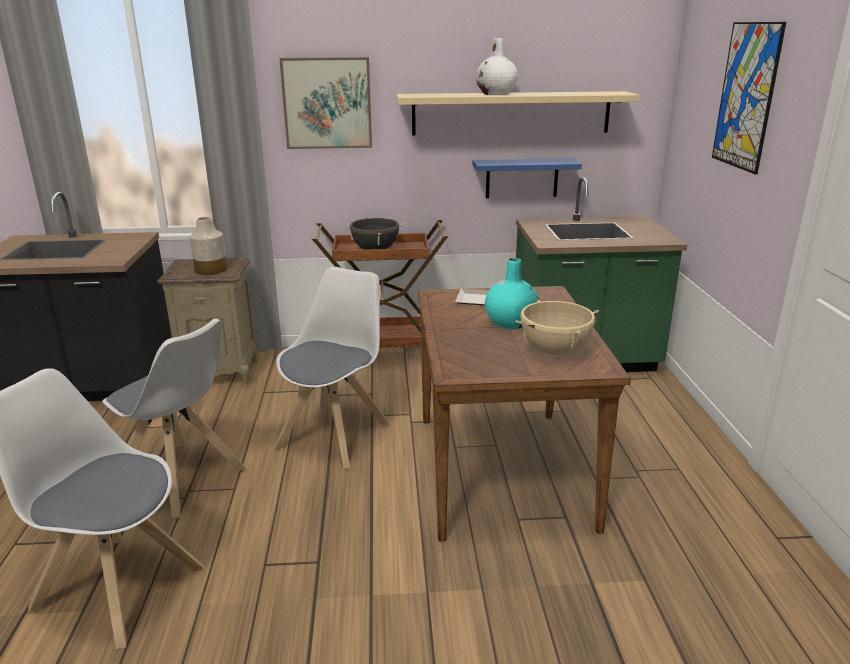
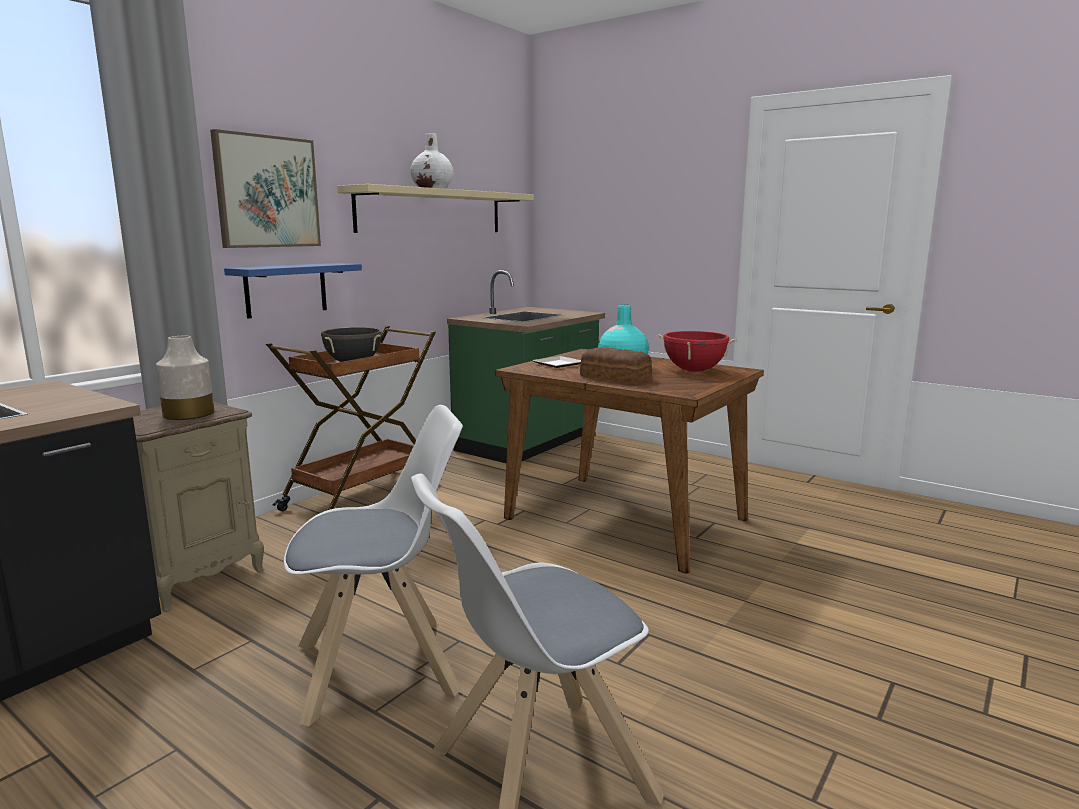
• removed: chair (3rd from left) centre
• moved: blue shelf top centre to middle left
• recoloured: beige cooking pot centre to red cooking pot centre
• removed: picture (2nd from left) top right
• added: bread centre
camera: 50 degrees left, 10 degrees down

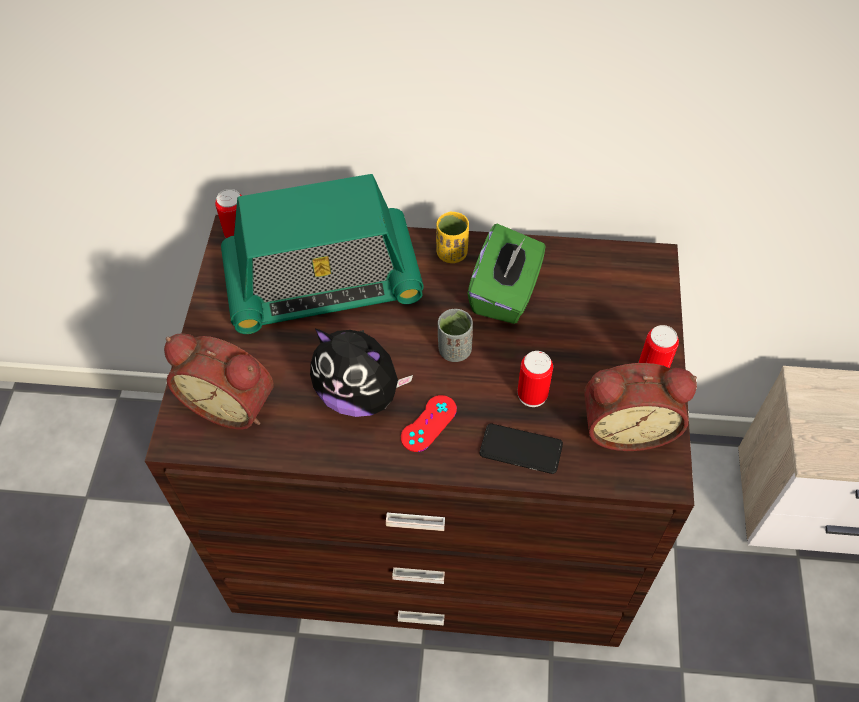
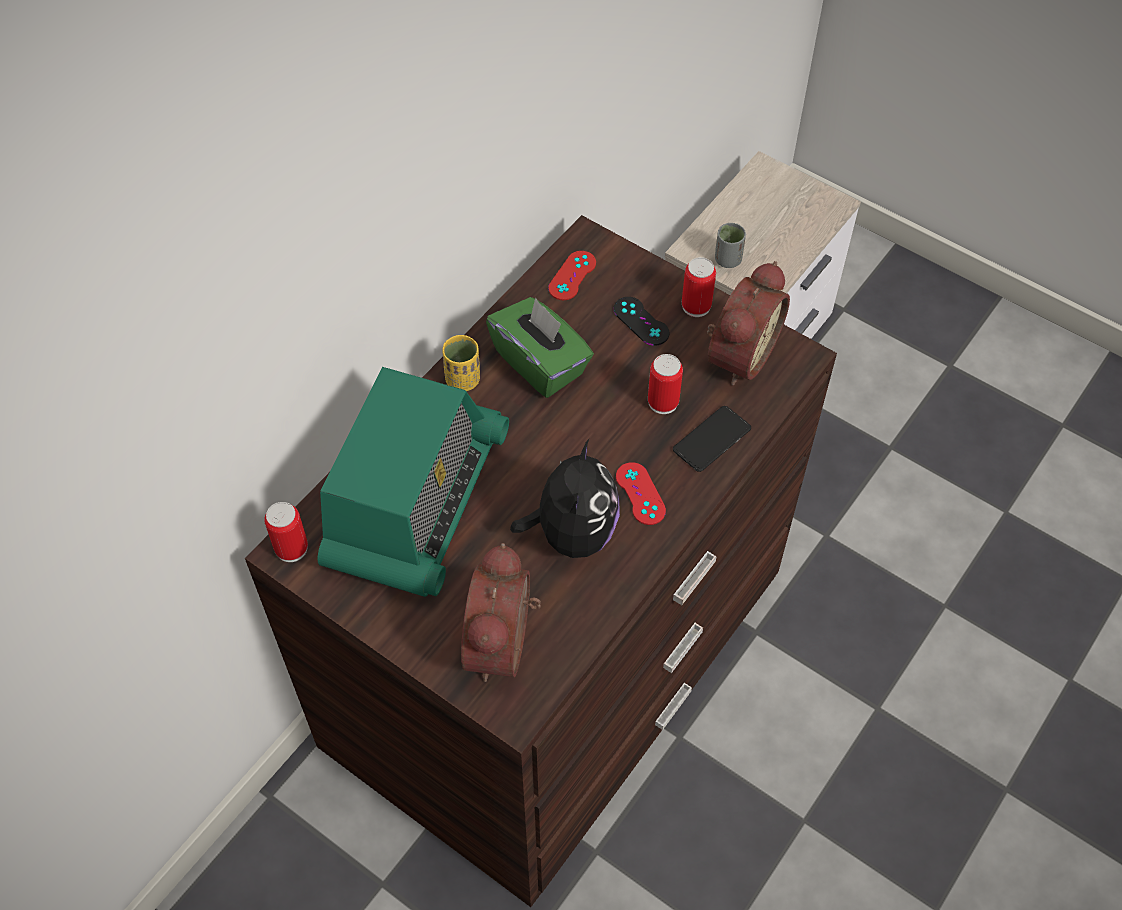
• turned: alarm clock (1st from left) middle left = bottom centre 135 degrees clockwise
• turned: plush toy centre = centre 45 degrees counterclockwise
• moved: grey cup centre to top centre
• added: red game controller (1st from left) top centre
• added: black game controller centre
camera: 60 degrees left, 0 degrees up

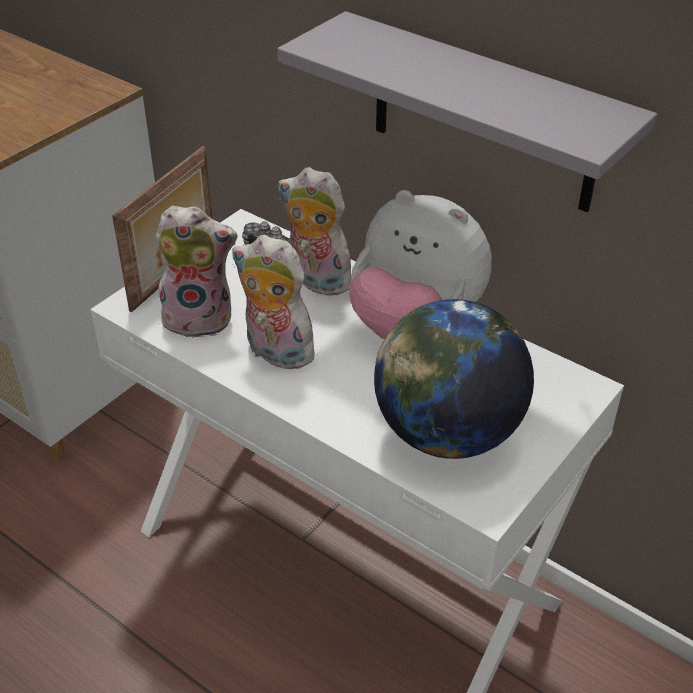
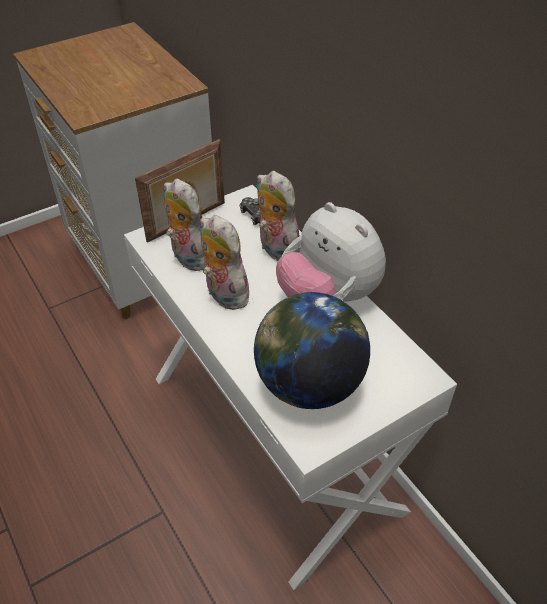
• turned: plush toy (1st from left) middle left = centre 150 degrees counterclockwise
• removed: grey shelf top right
camera: 20 degrees right, 5 degrees up

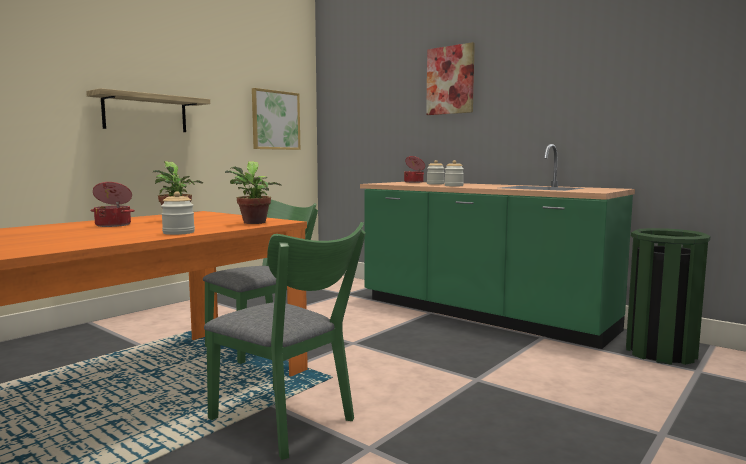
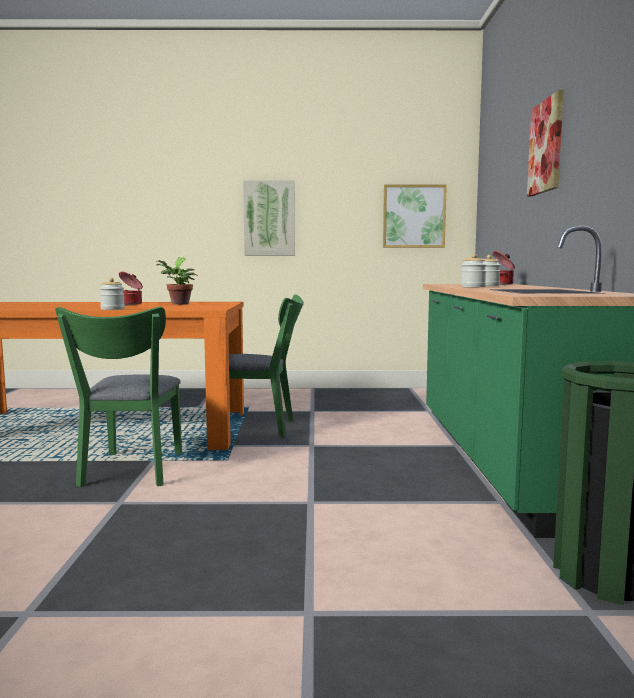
• replaced: shelf top left to picture (1st from left) top centre
• removed: potted plant (2nd from left) centre
camera: 50 degrees right, 0 degrees up

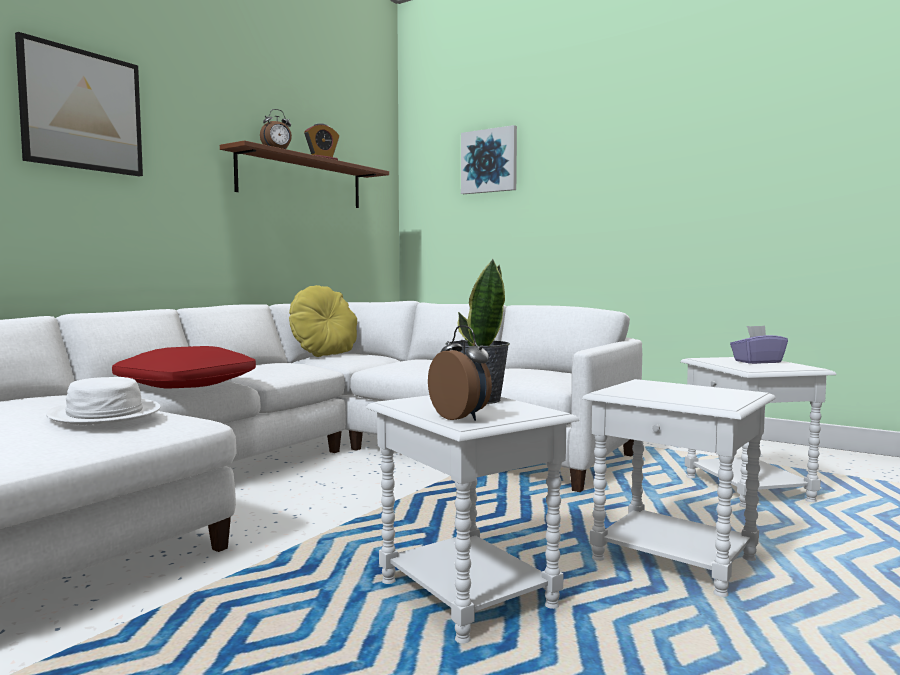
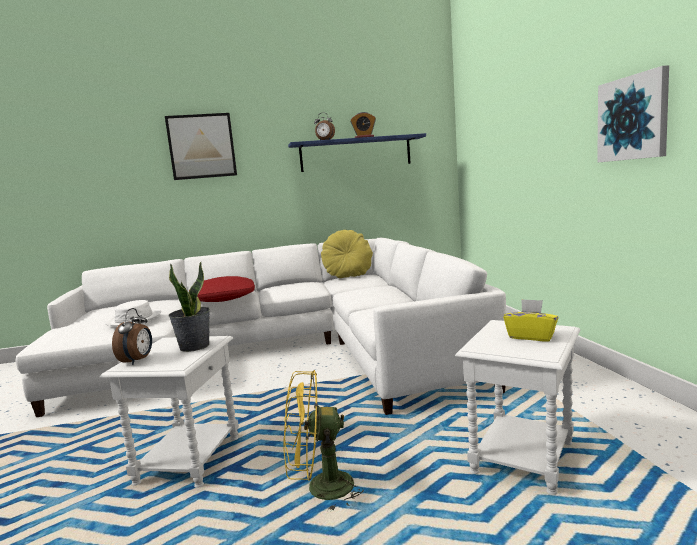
• recoloured: brown shelf top centre to blue shelf top centre
• moved: picture (2nd from left) top centre to top right
• replaced: white side table (2nd from left) bottom right to yellow fan bottom centre
• recoloured: purple tissue box middle right to yellow tissue box middle right
camera: 45 degrees right, 5 degrees up

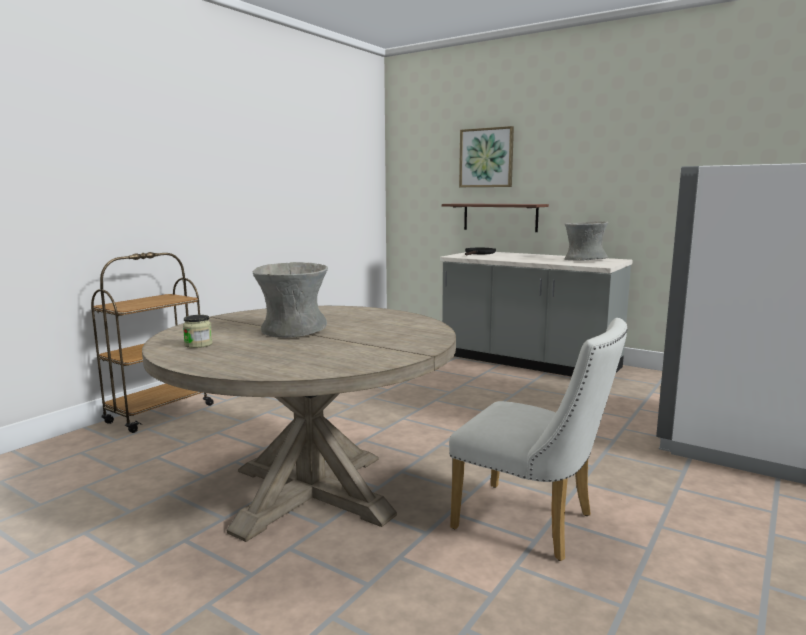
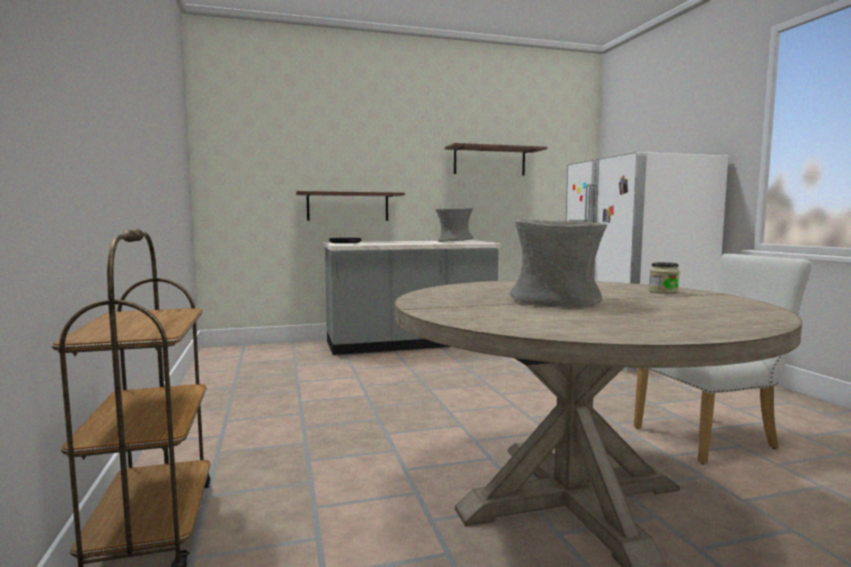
• moved: jar middle left to middle right
• removed: picture top centre
• added: shelf (2nd from left) top centre
camera: 50 degrees left, 5 degrees down

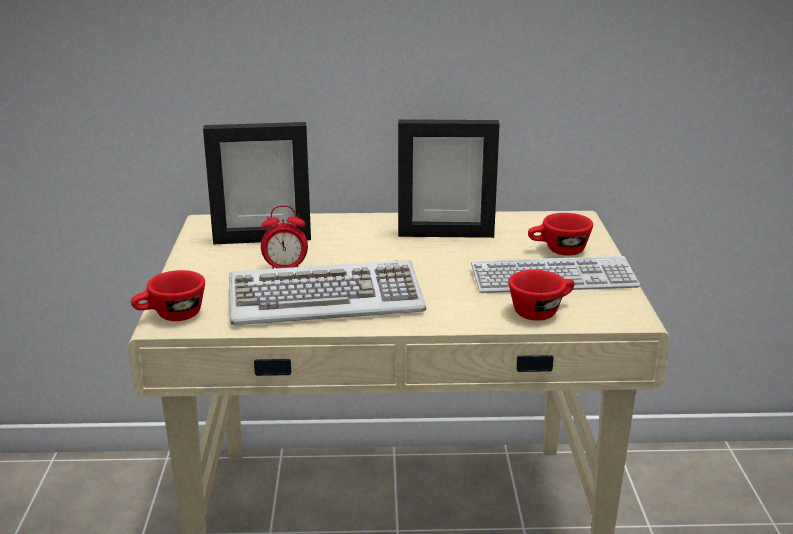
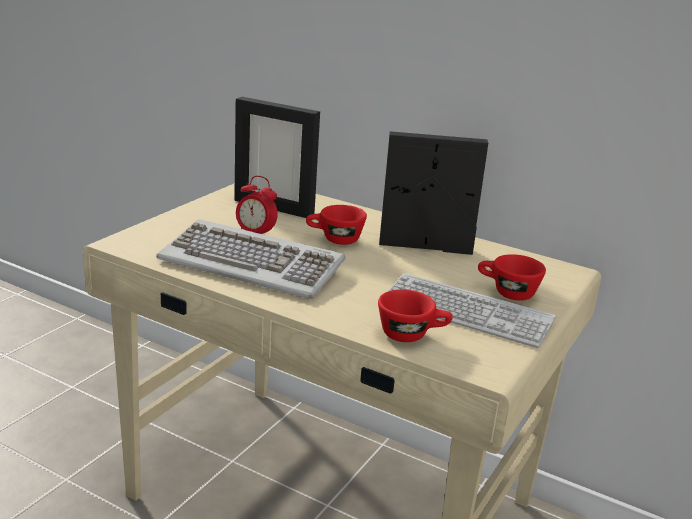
• moved: red cup (1st from left) middle left to centre
• turned: picture frame (2nd from left) centre = centre 150 degrees clockwise
camera: 30 degrees right, 0 degrees up

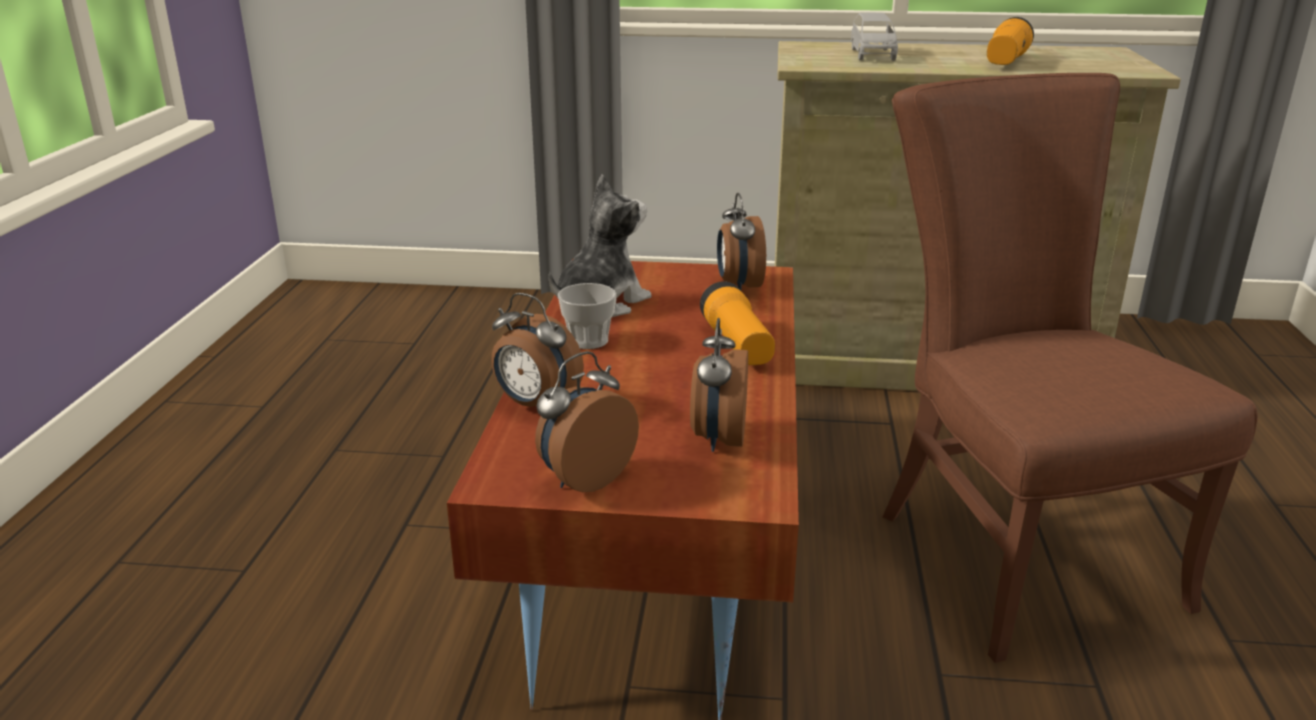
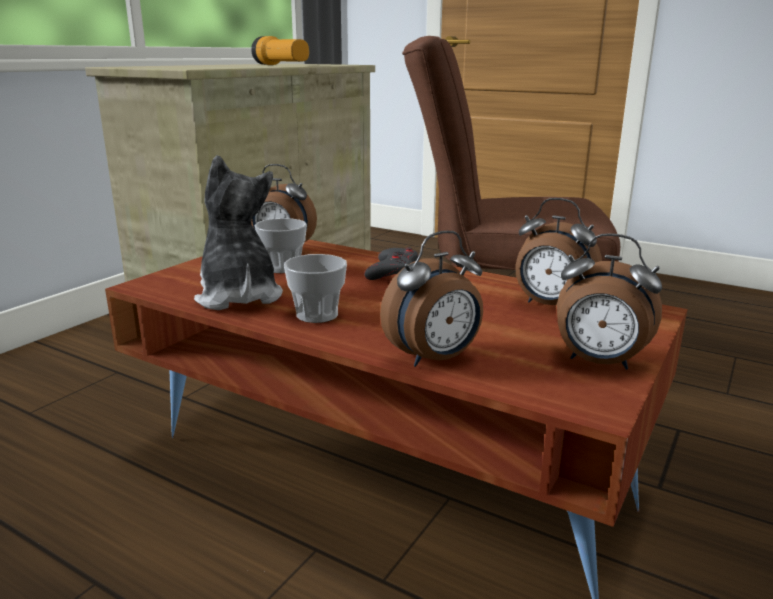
• turned: alarm clock (2nd from left in the first image) centre = middle right 45 degrees counterclockwise
• replaced: flashlight (1st from left) centre to grey game controller centre
• removed: grey toy car top centre
• added: cup (1st from left) centre
camera: 65 degrees left, 5 degrees down

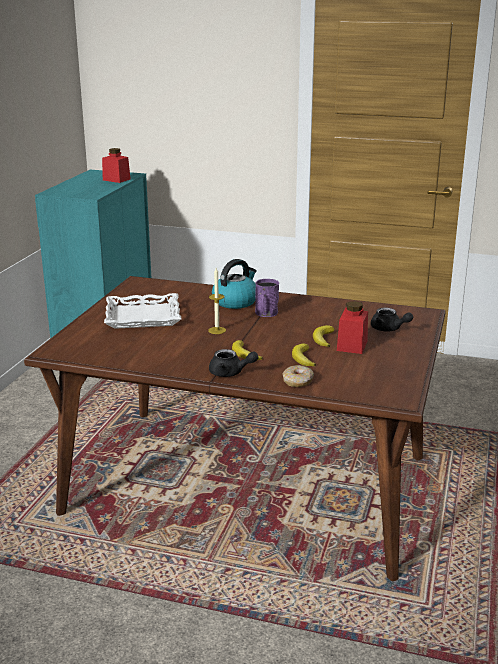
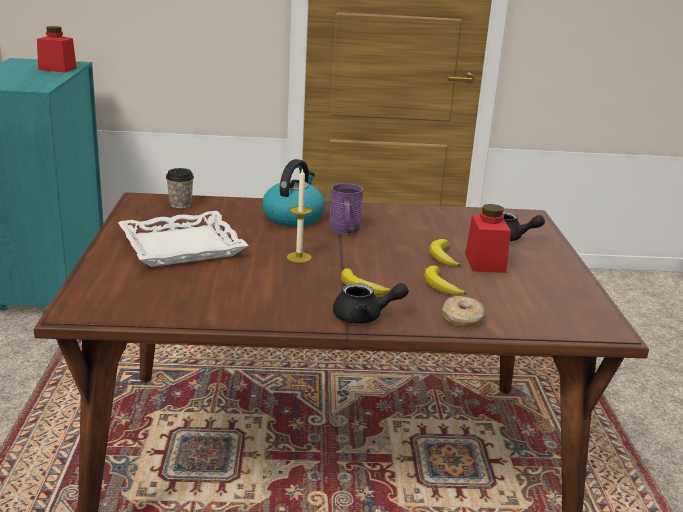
• added: cup middle left
camera: 20 degrees left, 0 degrees up

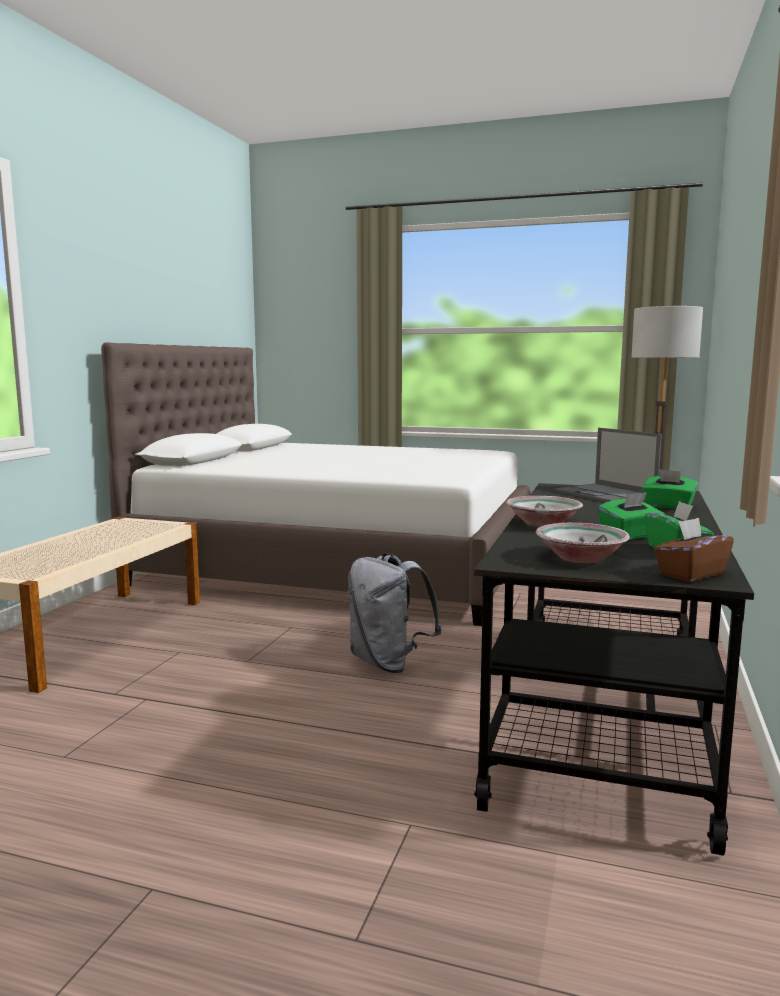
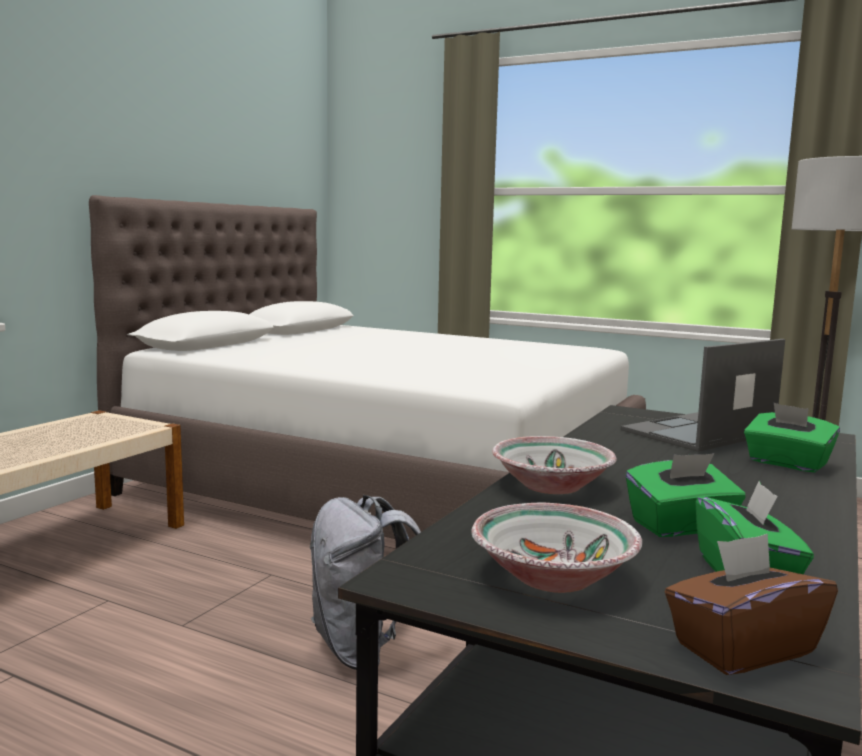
• turned: laptop middle right = middle right 75 degrees clockwise
camera: 10 degrees right, 0 degrees up

